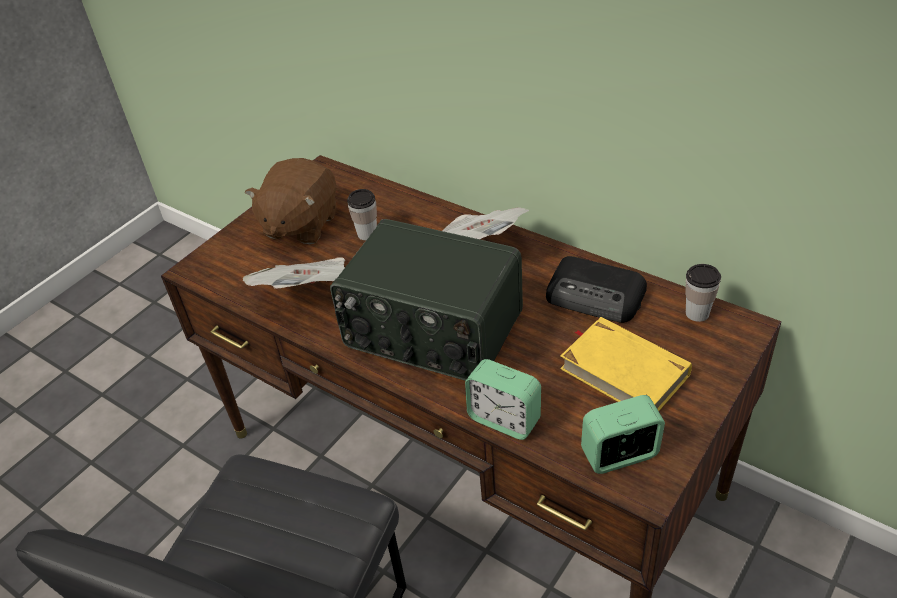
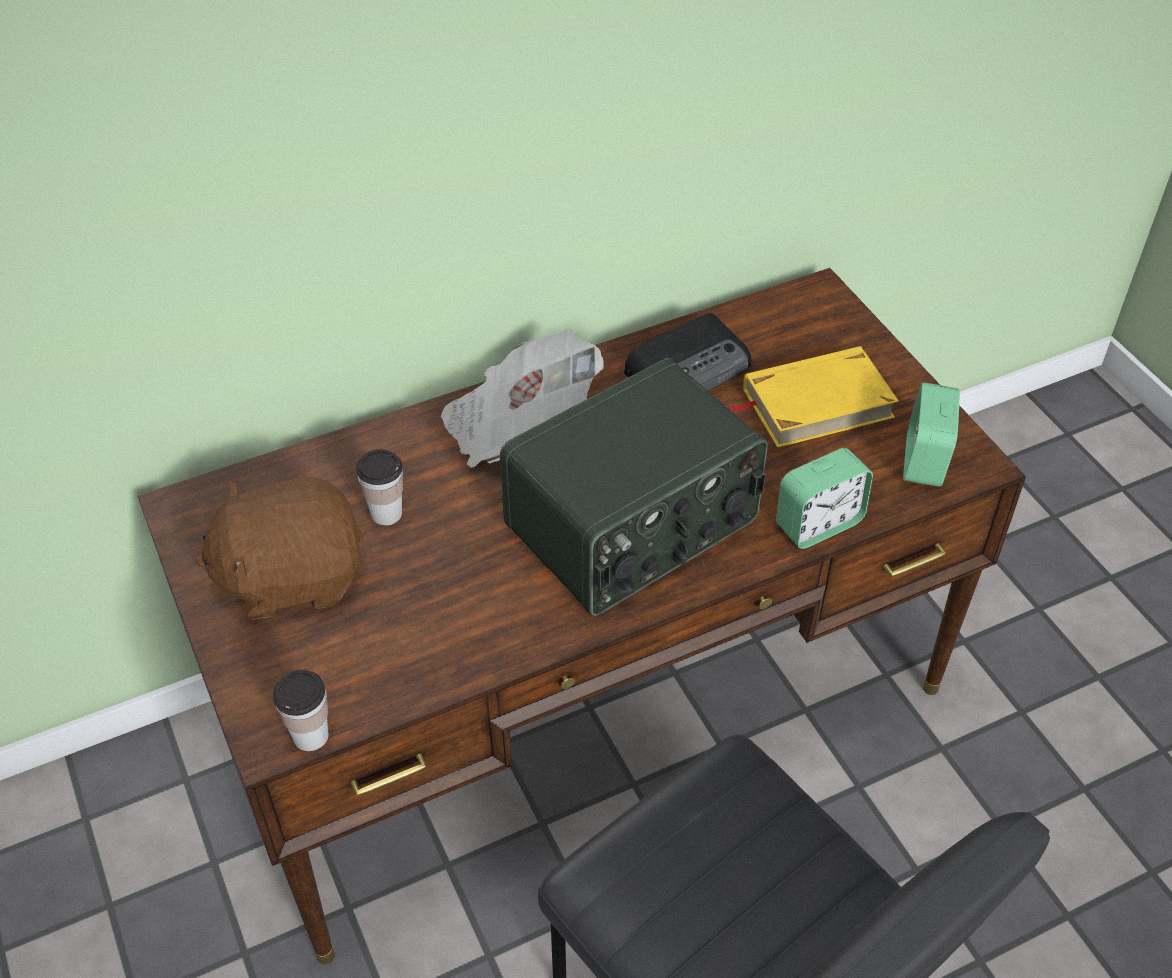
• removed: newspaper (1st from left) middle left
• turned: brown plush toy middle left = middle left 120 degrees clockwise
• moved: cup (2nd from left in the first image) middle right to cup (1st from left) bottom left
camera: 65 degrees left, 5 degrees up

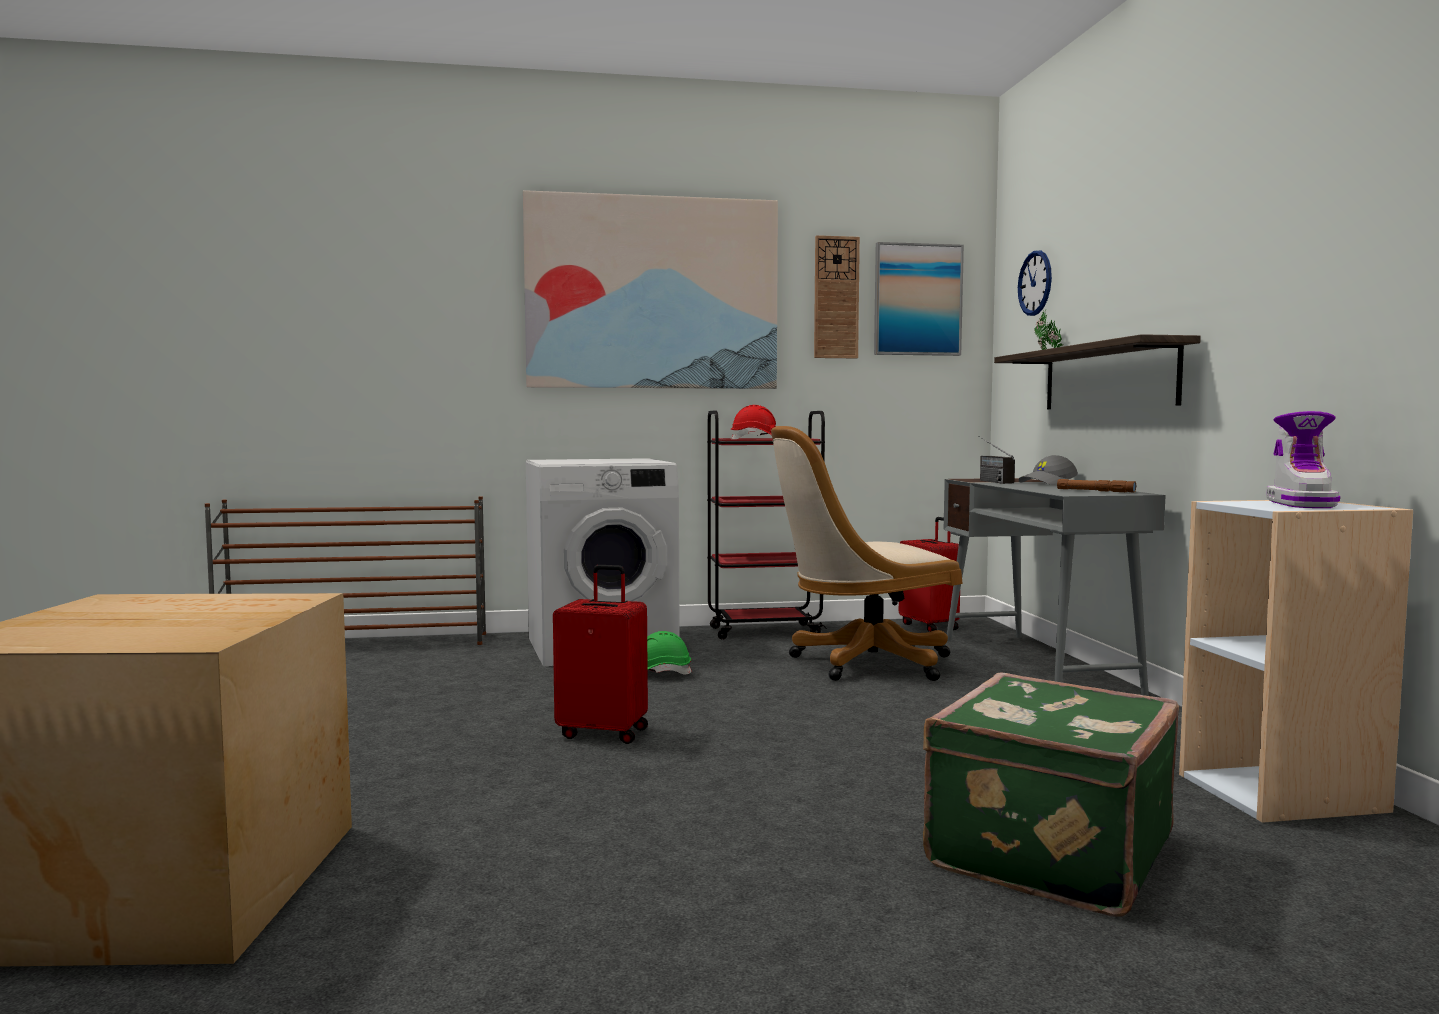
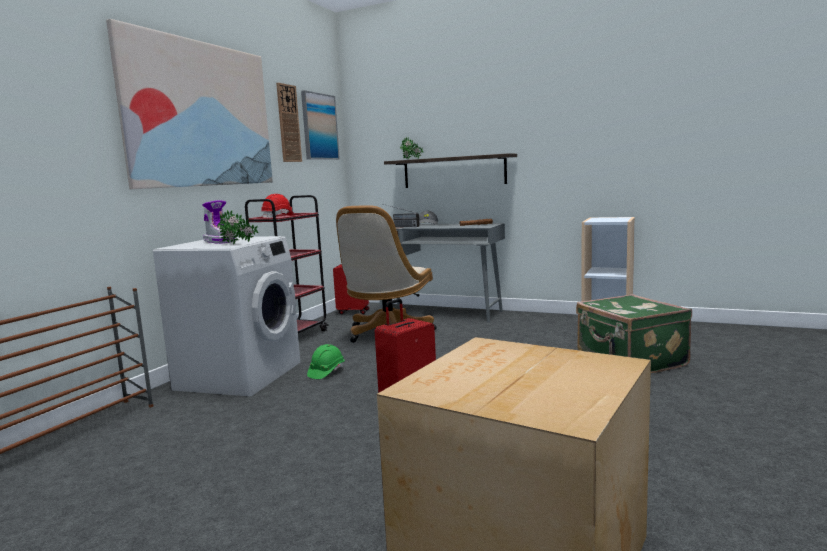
• removed: wall clock (2nd from left) top right
• moved: boot middle right to middle left
• added: potted plant (1st from left) middle left
camera: 55 degrees left, 5 degrees up

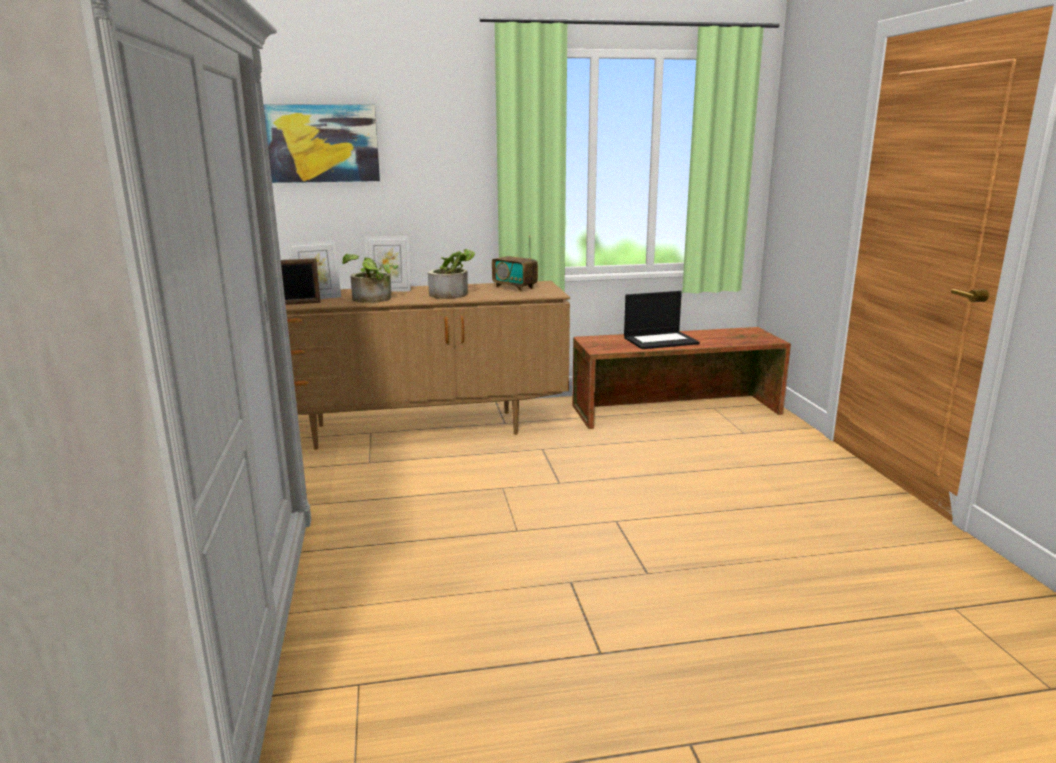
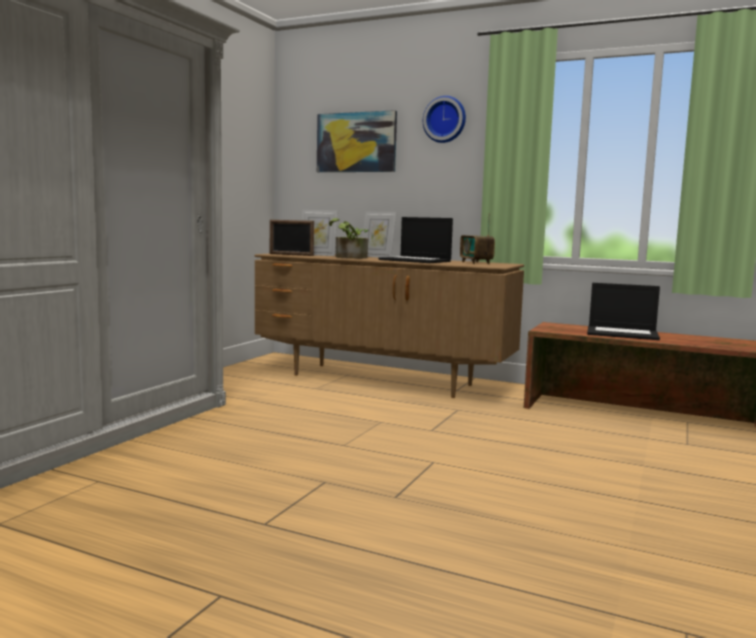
• replaced: potted plant (2nd from left) centre to laptop (1st from left) centre
• added: wall clock top centre
camera: 35 degrees right, 10 degrees down

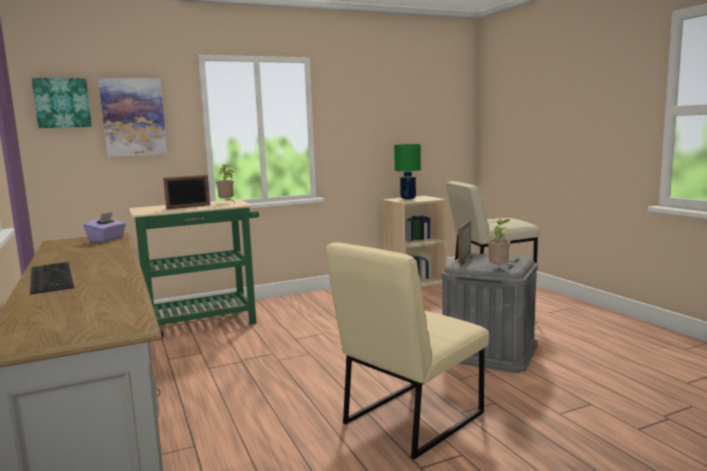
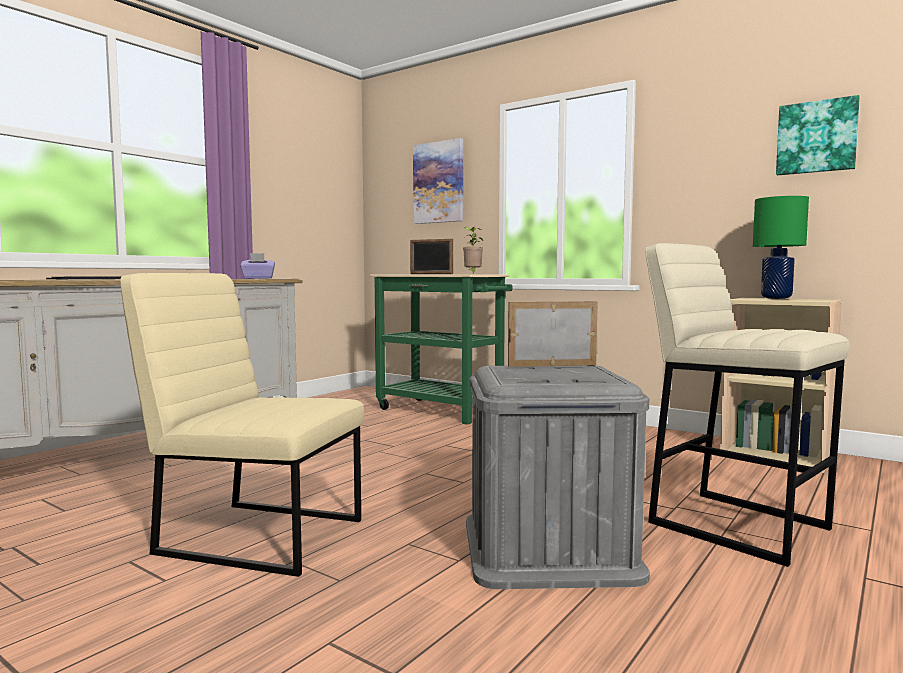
• moved: picture (1st from left in the first image) top left to picture (2nd from left) top right
• removed: potted plant (2nd from left) middle right
camera: 60 degrees right, 5 degrees down

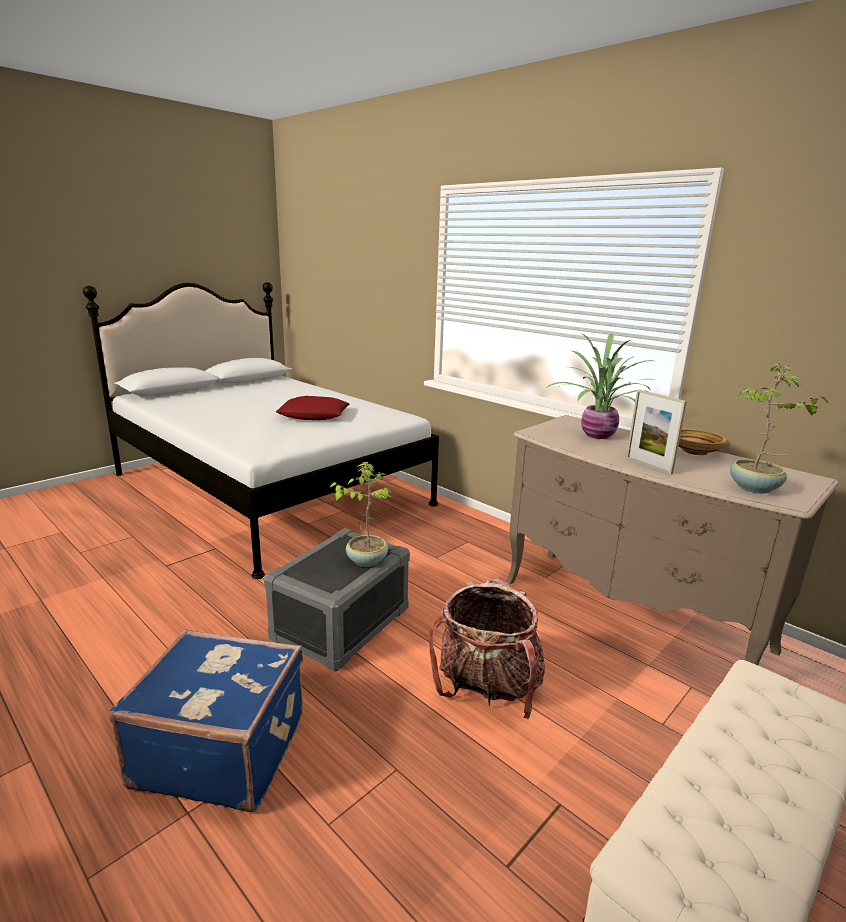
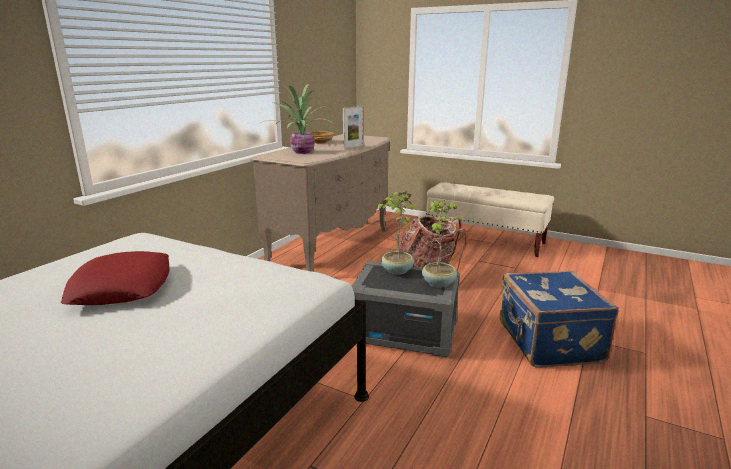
• moved: potted plant (3rd from left) middle right to centre
camera: 105 degrees left, 0 degrees up

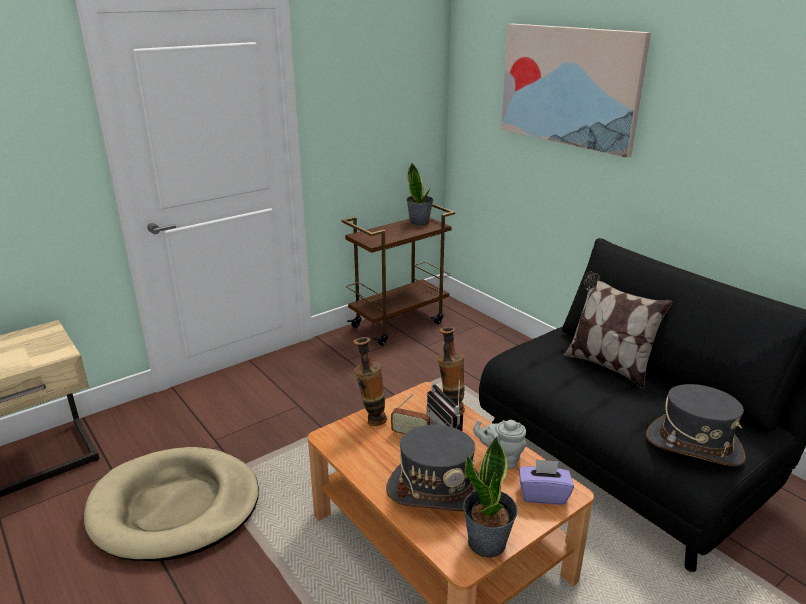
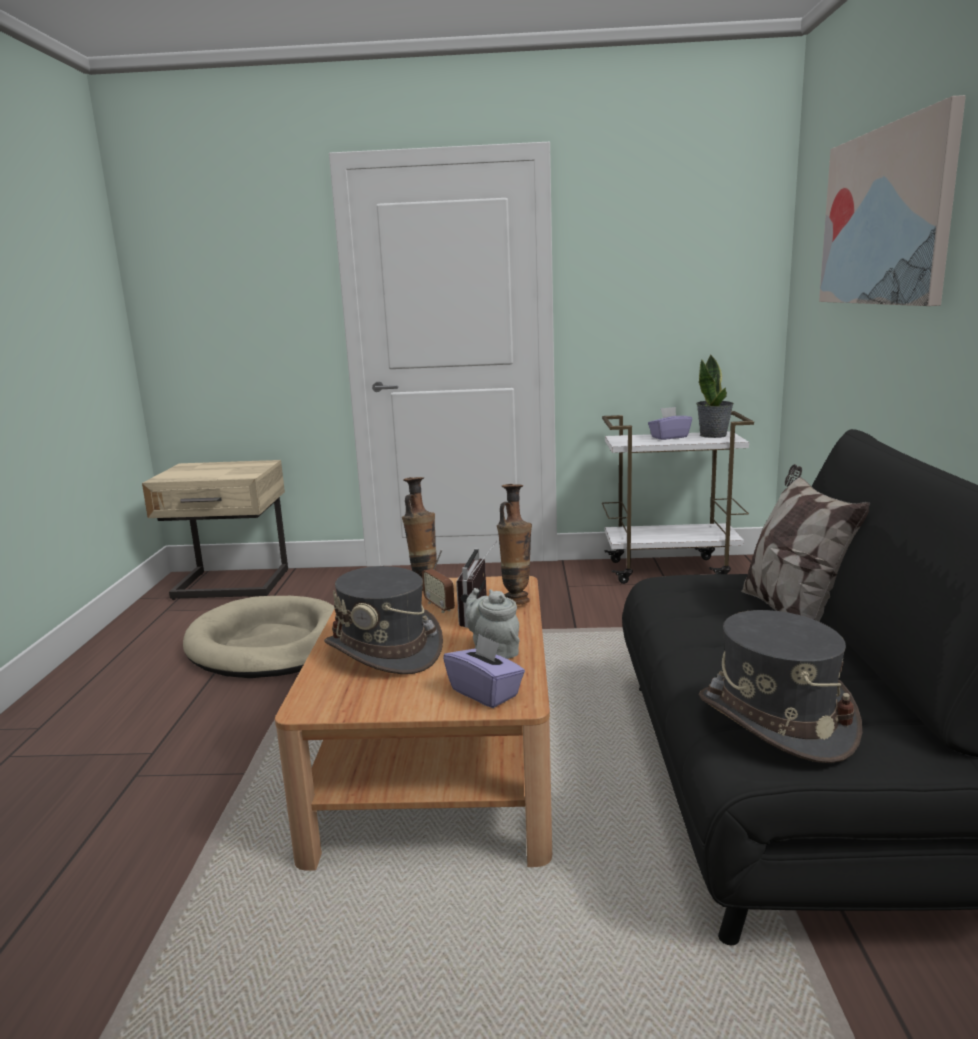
• recoloured: brown cart centre to white cart middle right
• removed: potted plant (2nd from left) bottom centre
• added: purple tissue box (2nd from left) middle right
camera: 40 degrees right, 10 degrees down

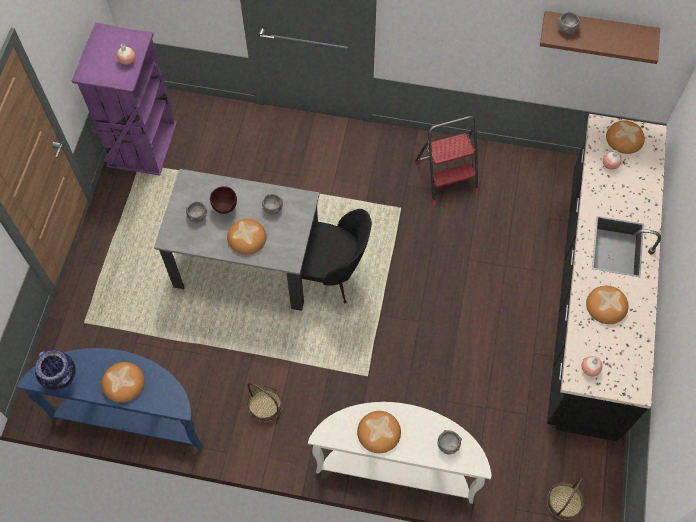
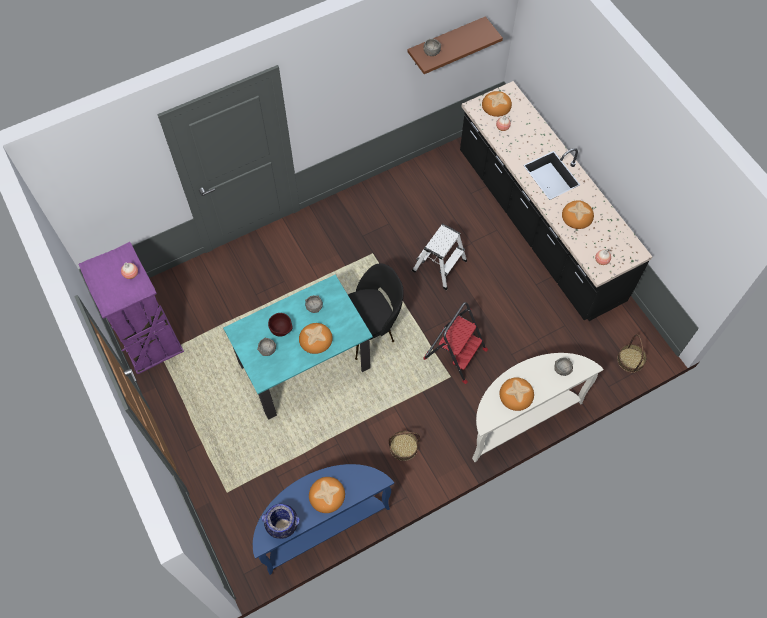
• recoloured: grey dining table centre to turquoise dining table centre
• moved: red step ladder top centre to centre
• added: white step ladder centre
camera: 40 degrees left, 0 degrees up

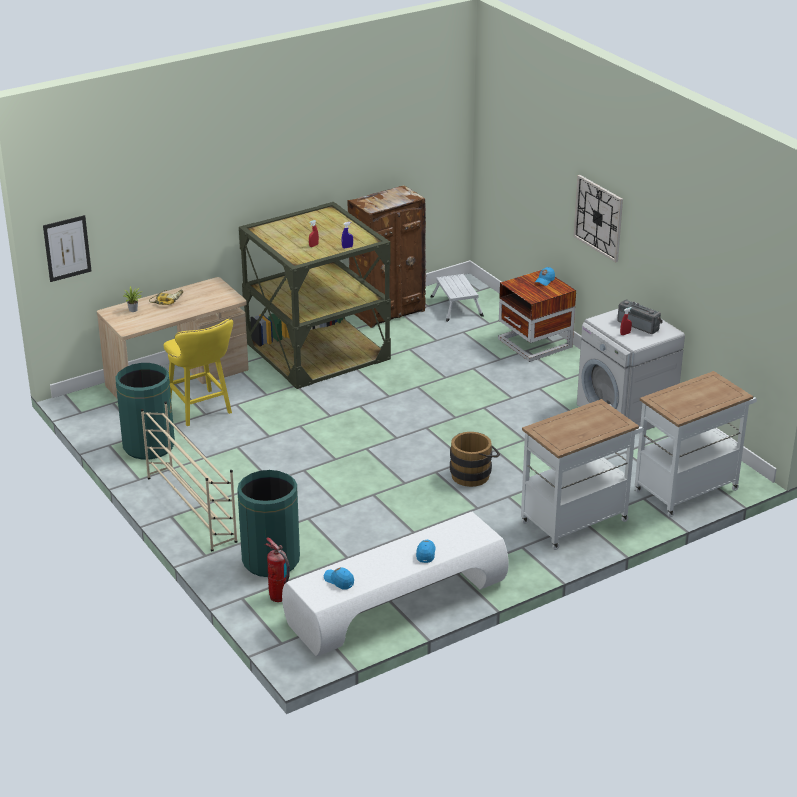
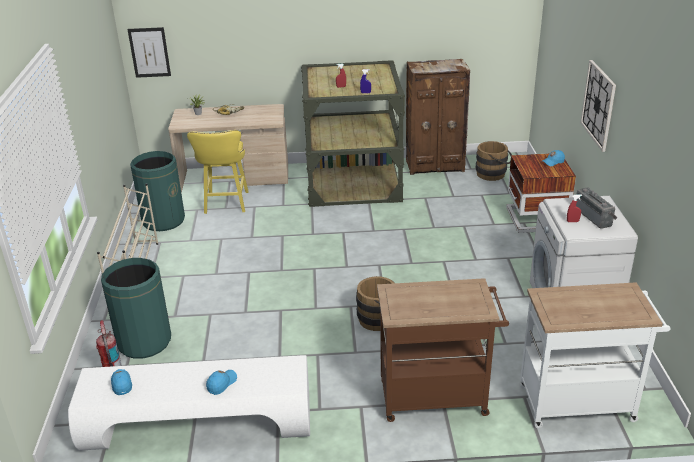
• replaced: white step ladder centre to brown bucket (2nd from left) middle right
• recoloured: white cart (1st from left) middle right to brown cart bottom centre
camera: 30 degrees right, 0 degrees up

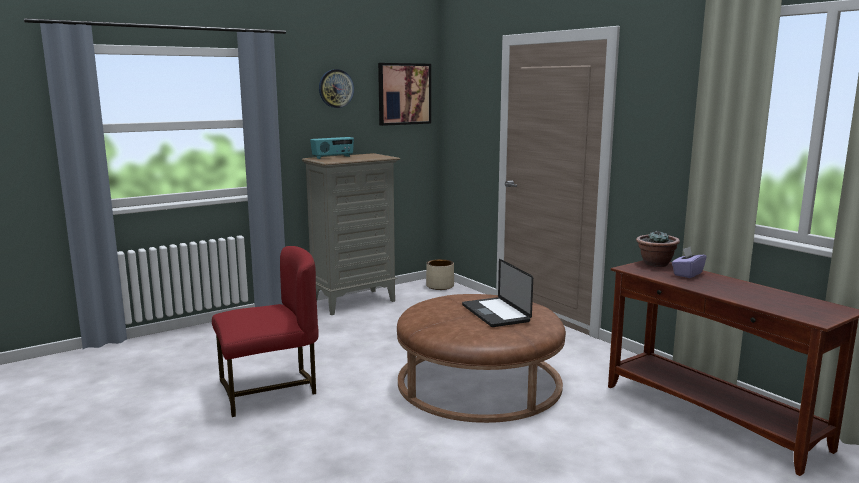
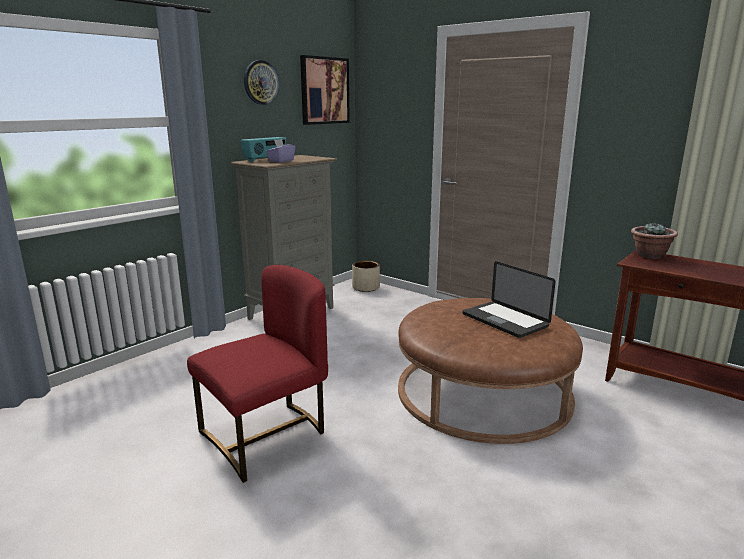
• moved: purple tissue box middle right to top centre
camera: 15 degrees left, 5 degrees up

